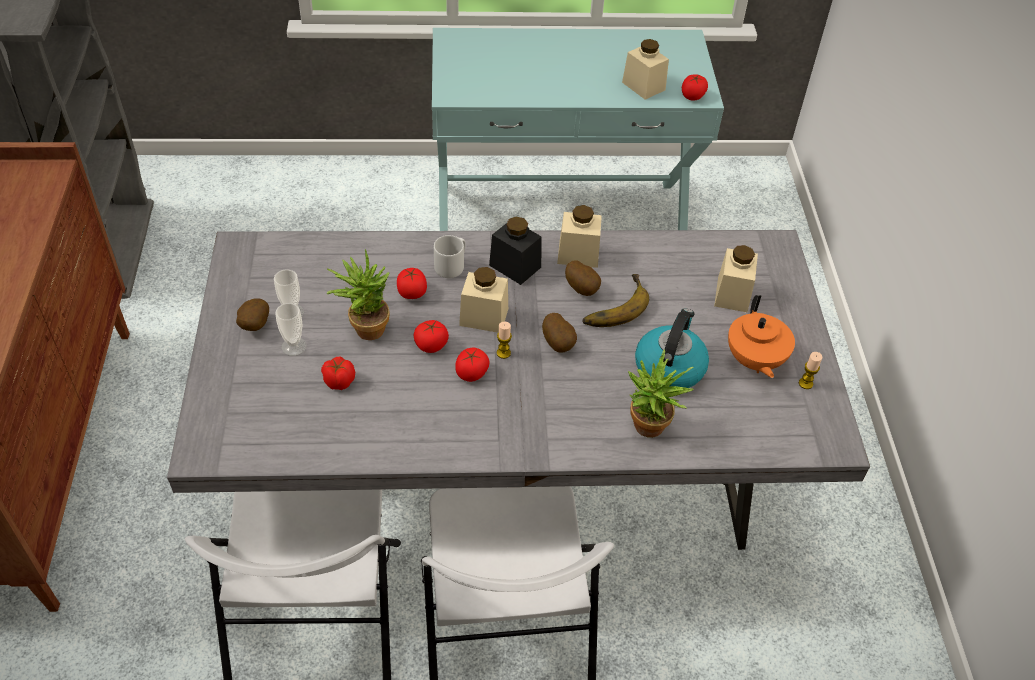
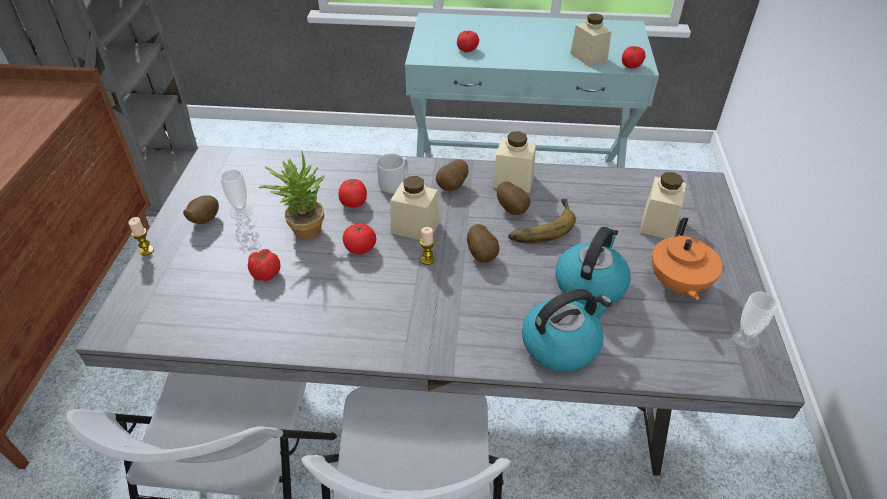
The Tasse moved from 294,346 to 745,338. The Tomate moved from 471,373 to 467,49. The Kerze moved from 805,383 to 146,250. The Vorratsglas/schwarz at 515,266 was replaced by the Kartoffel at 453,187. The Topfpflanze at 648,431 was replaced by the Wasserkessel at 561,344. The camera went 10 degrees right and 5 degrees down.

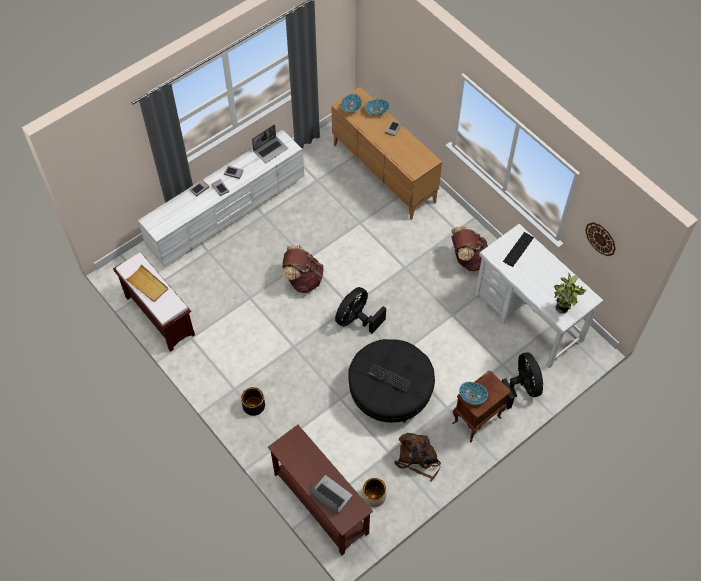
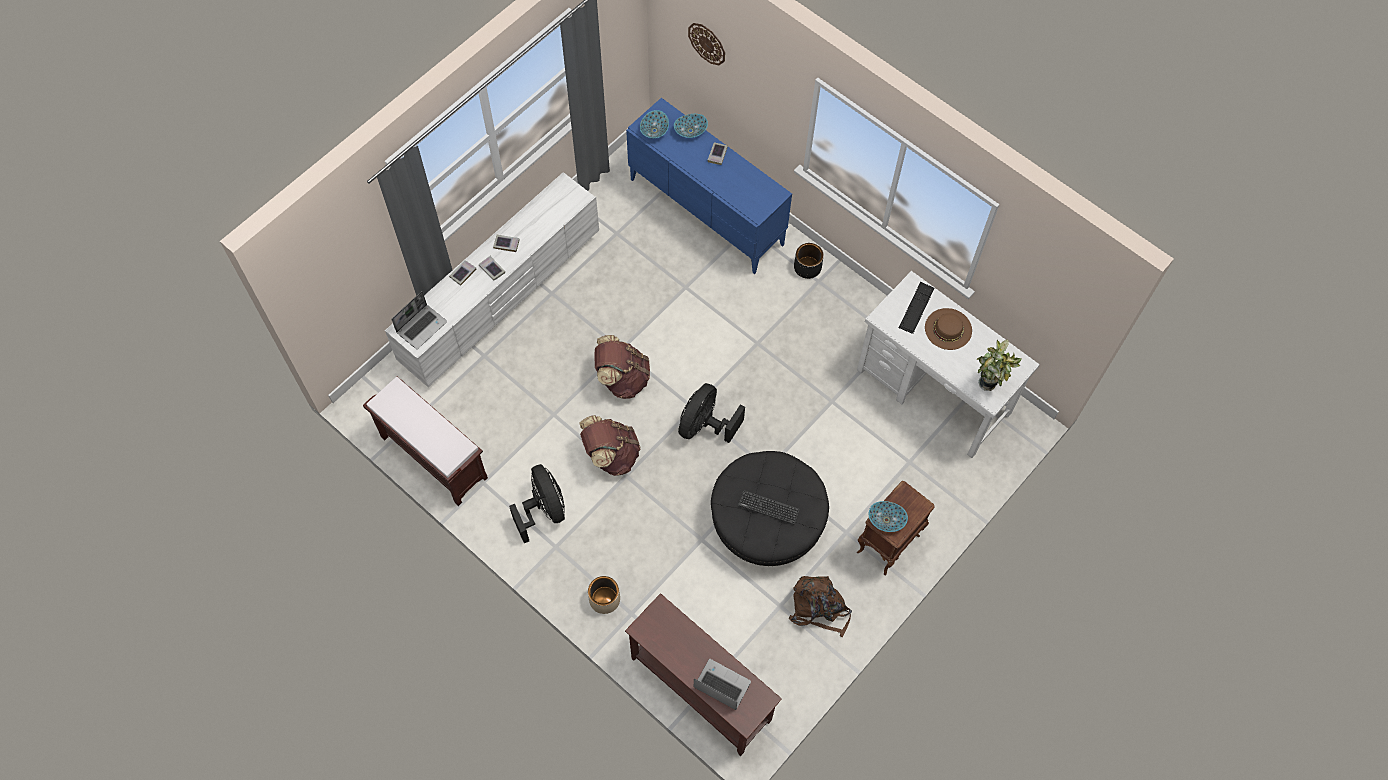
The Tablett/beige at 147,284 disappeared. The Hut/braun at 948,329 appeared. The Pflanzkübel/schwarz moved from 254,405 to 807,267. The Laptop moved from 270,150 to 422,326. The Pflanzkübel/beige moved from 374,496 to 604,599. The Rucksack/braun moved from 467,259 to 611,455. The Ventilator/schwarz moved from 522,387 to 543,510. The Wanduhr moved from 601,238 to 707,43. The Kommode/braun at 384,173 became the Kommode/blau at 707,212. The camera went 10 degrees left and 5 degrees up.

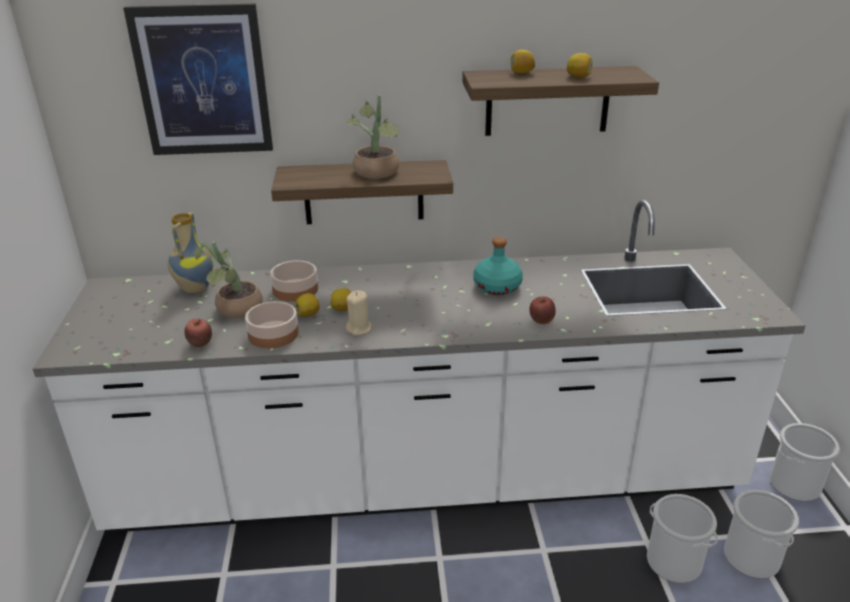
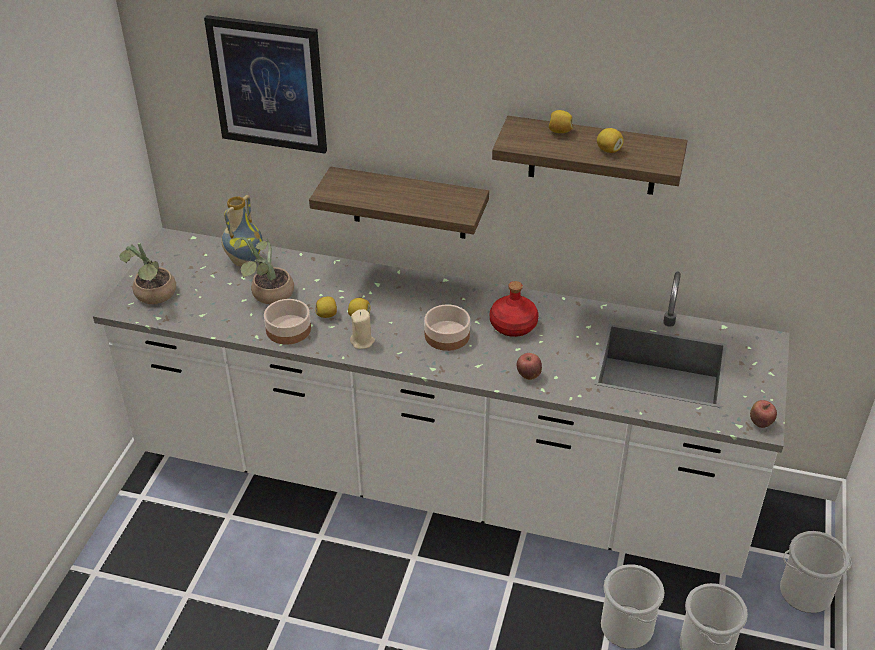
The Apfel moved from 200,344 to 760,423. The Schüssel moved from 296,290 to 448,335. The Topfpflanze moved from 377,174 to 154,296. The Flasche/türkis at 497,287 became the Flasche/rot at 513,325. The camera went 20 degrees right and 10 degrees up.

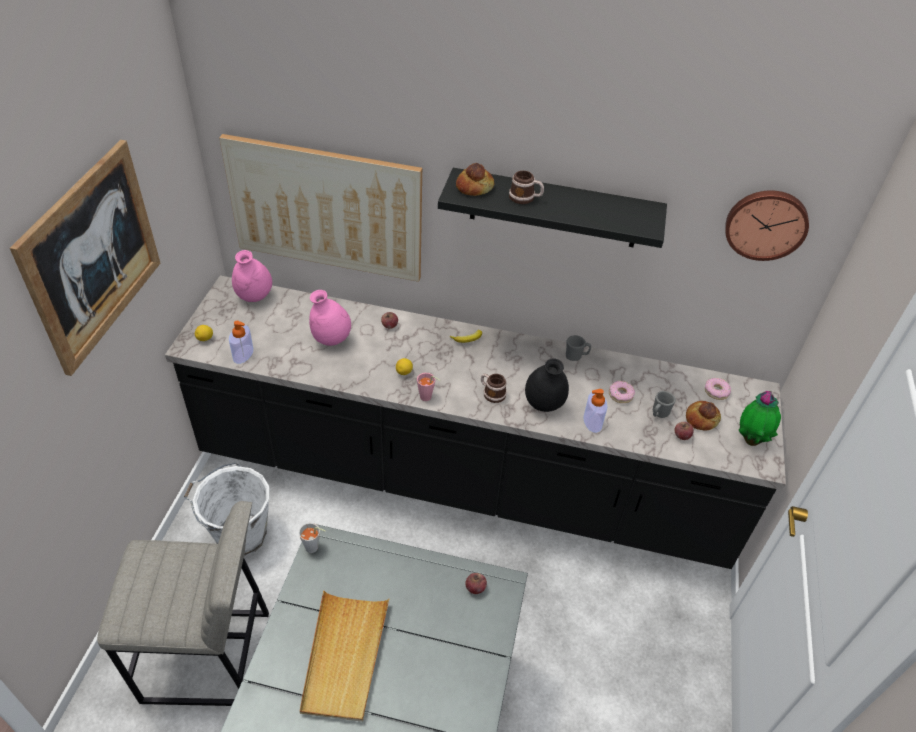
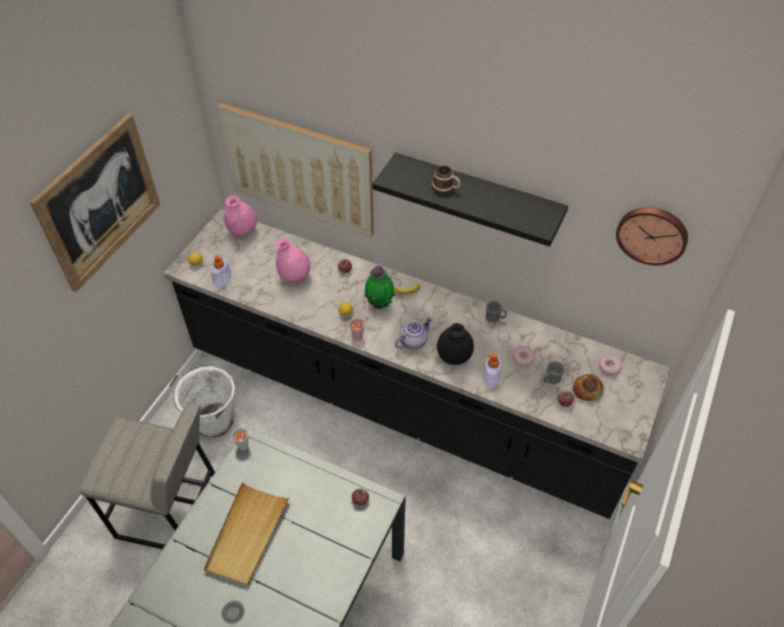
The Brot at 474,187 disappeared. The Topfpflanze moved from 751,440 to 379,304. The Henkelbecher at 491,393 was replaced by the Teekanne at 413,341. The camera went 15 degrees right and 5 degrees up.

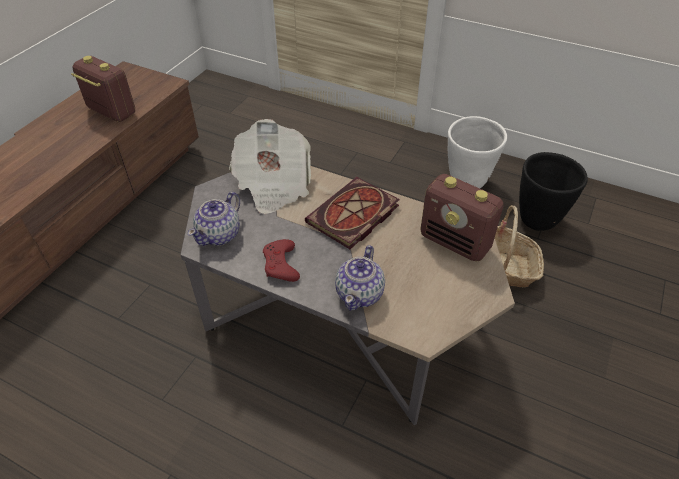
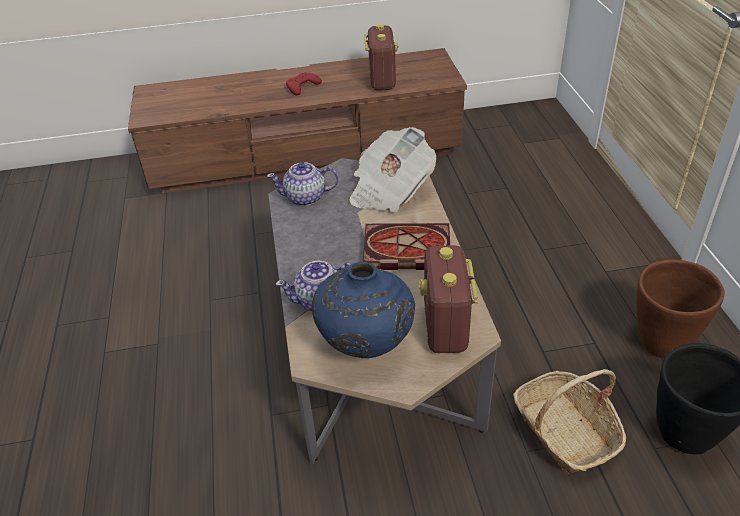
The Vase/blau at 365,346 appeared. The Gamepad/rot moved from 281,264 to 302,86. The Pflanzkübel/weiß at 467,181 became the Pflanzkübel/braun at 661,343. The camera went 55 degrees right and 5 degrees down.

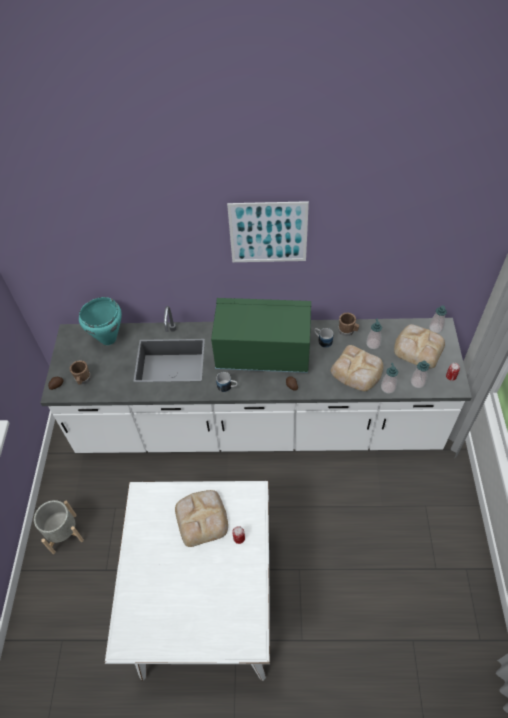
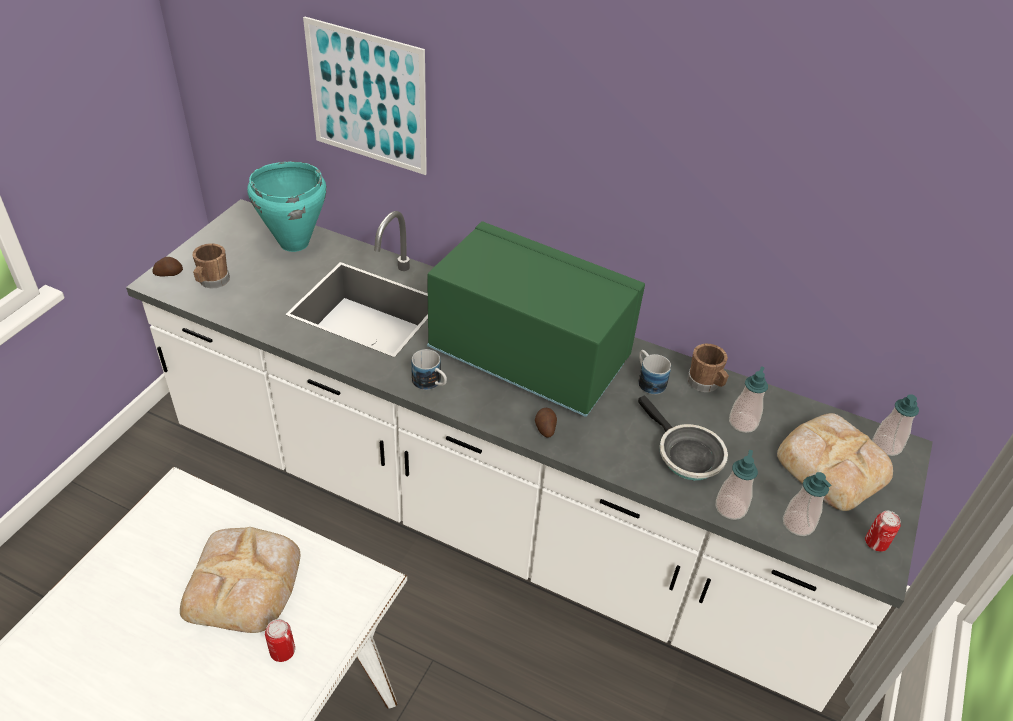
The Pflanzkübel/grau at 64,533 disappeared. The Bild moved from 268,232 to 367,97. The Brot at 357,371 was replaced by the Pfanne at 685,454. The camera went 20 degrees right and 10 degrees down.

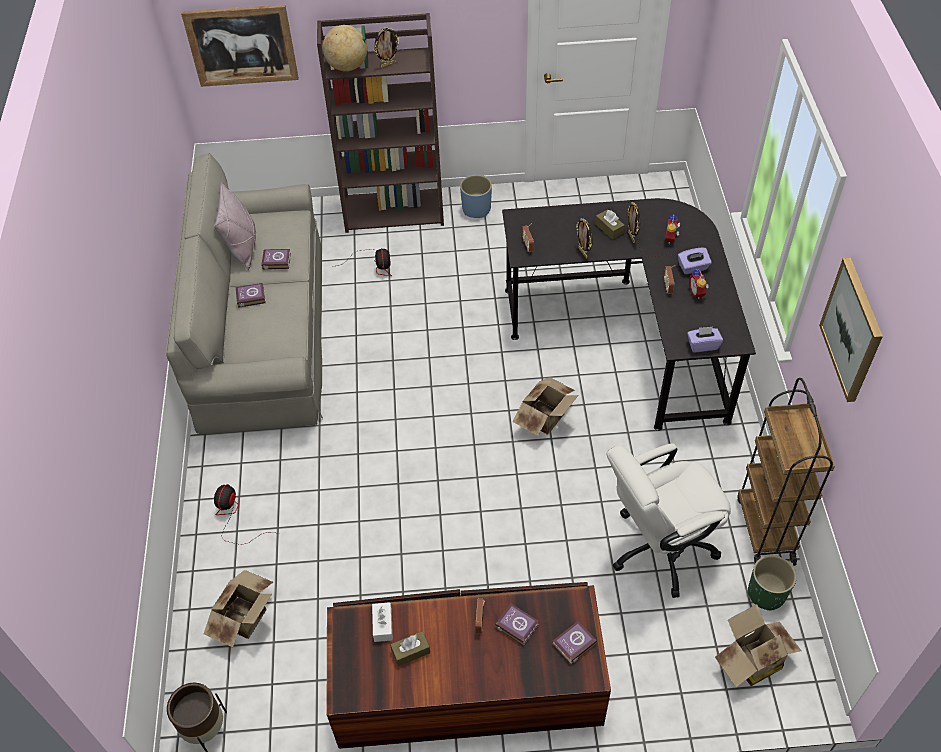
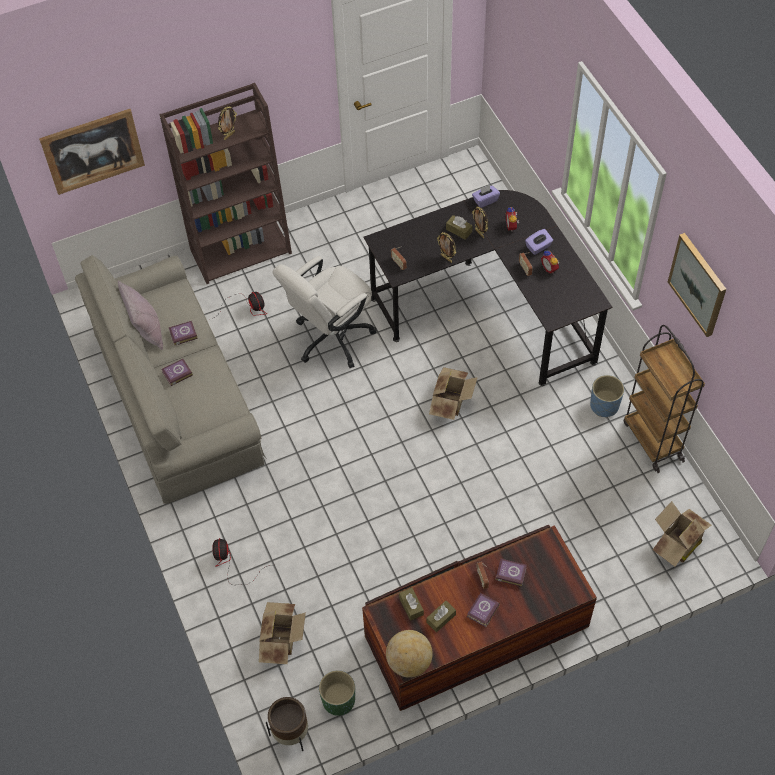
The Globus moved from 347,67 to 409,662. The Pflanzkübel/blau moved from 476,209 to 604,406. The Buch moved from 573,644 to 482,611. The Bürostuhl/weiß moved from 657,551 to 330,340. The Taschentuchbox/lila moved from 702,345 to 485,200. The Pflanzkübel/grün moved from 766,593 to 338,700. The Taschentuchbox/weiß at 383,625 became the Taschentuchbox/braun at 411,606. The camera went 20 degrees left and 5 degrees up.

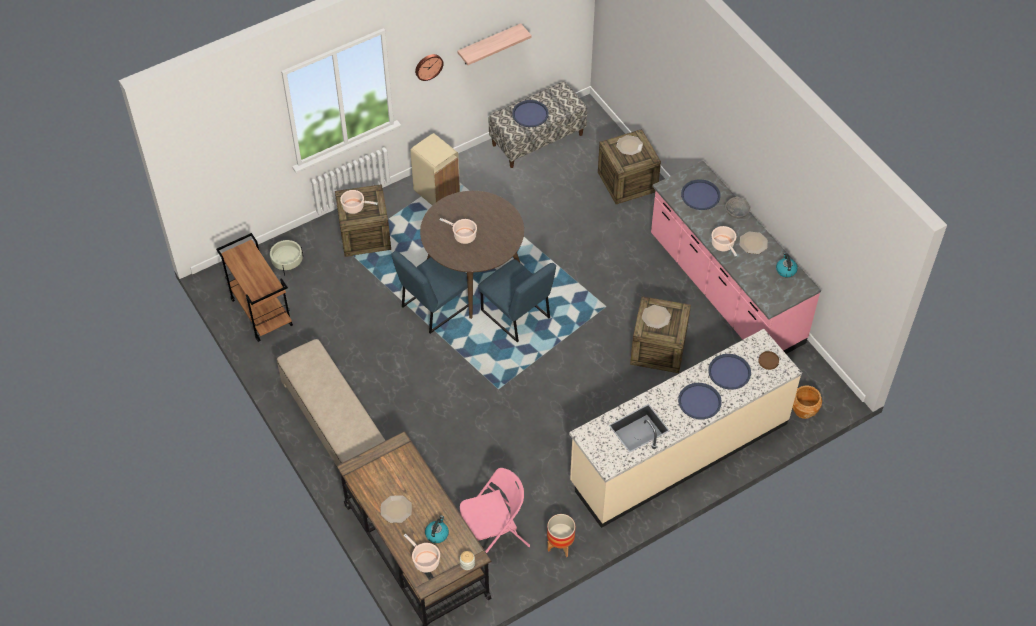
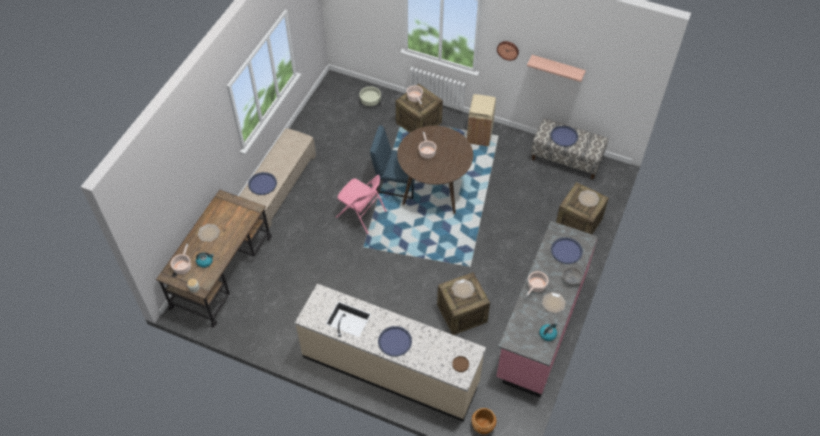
The Rollwagen/braun at 260,312 disappeared. The Stuhl/blau at 516,315 disappeared. The Pflanzkübel at 560,545 disappeared. The Stuhl/rosa moved from 493,535 to 361,214. The Tablett/blau moved from 729,372 to 262,184. The camera went 55 degrees right and 0 degrees up.

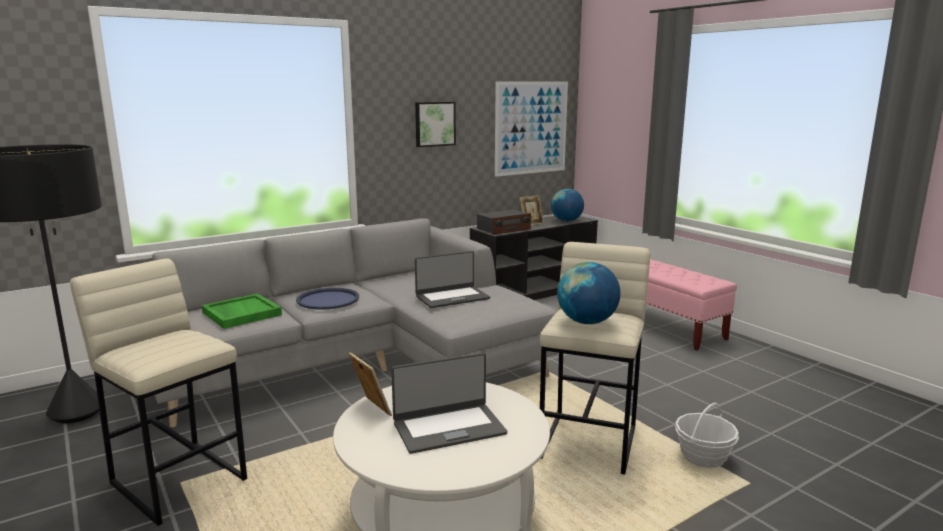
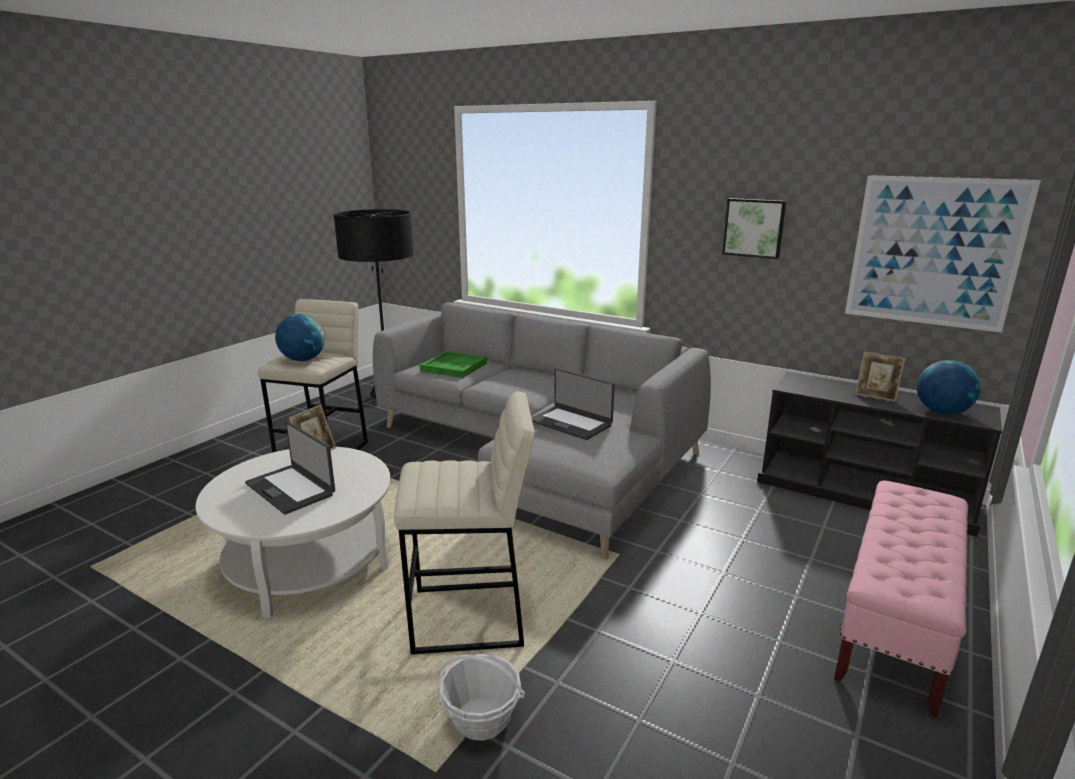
The Tablett/blau at 328,300 disappeared. The Radio at 503,229 disappeared. The Globus moved from 586,322 to 303,359. The camera went 65 degrees right and 5 degrees up.

